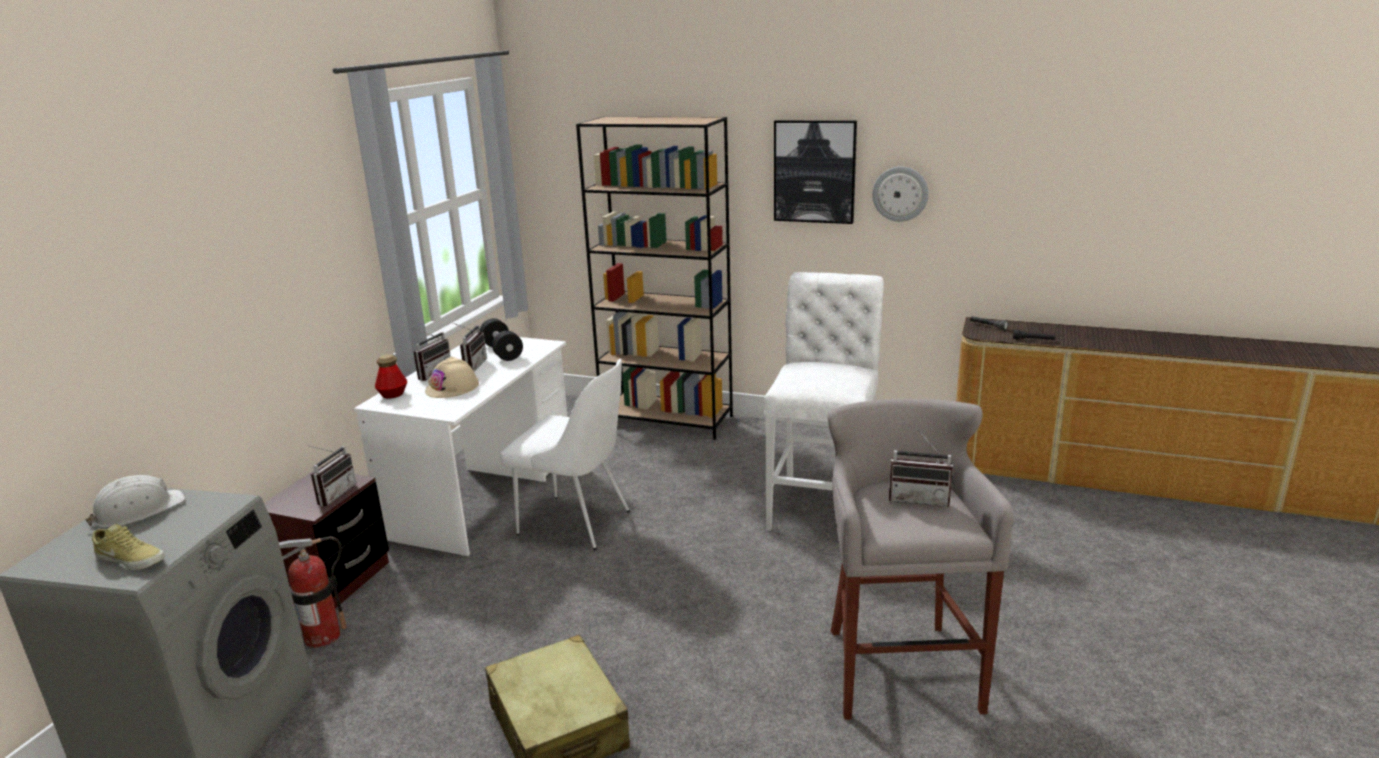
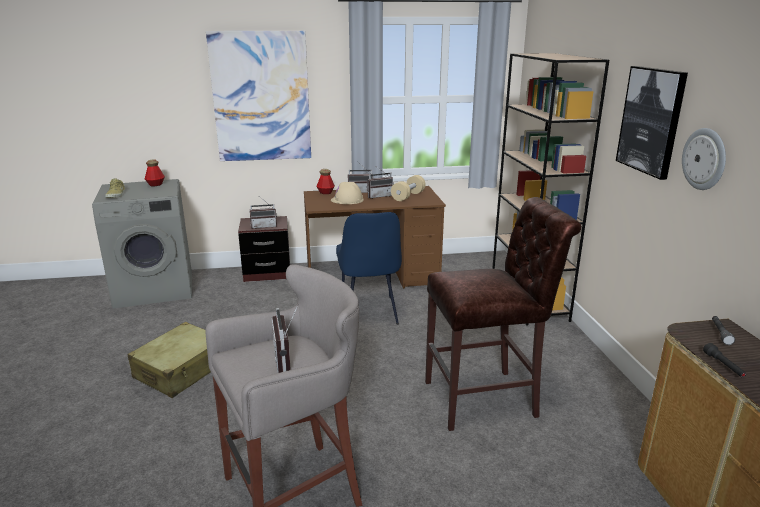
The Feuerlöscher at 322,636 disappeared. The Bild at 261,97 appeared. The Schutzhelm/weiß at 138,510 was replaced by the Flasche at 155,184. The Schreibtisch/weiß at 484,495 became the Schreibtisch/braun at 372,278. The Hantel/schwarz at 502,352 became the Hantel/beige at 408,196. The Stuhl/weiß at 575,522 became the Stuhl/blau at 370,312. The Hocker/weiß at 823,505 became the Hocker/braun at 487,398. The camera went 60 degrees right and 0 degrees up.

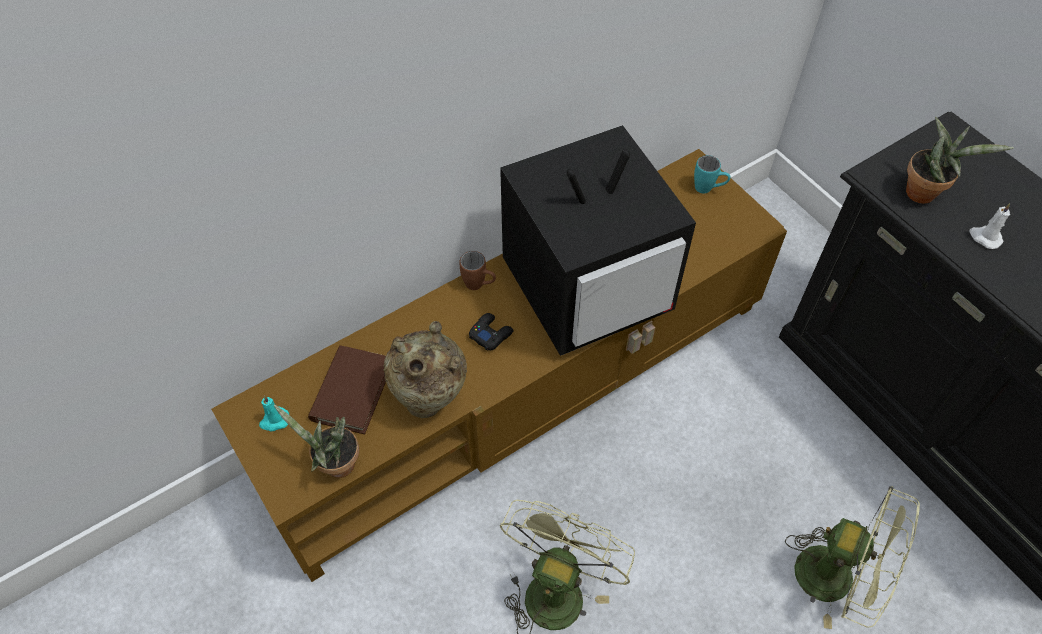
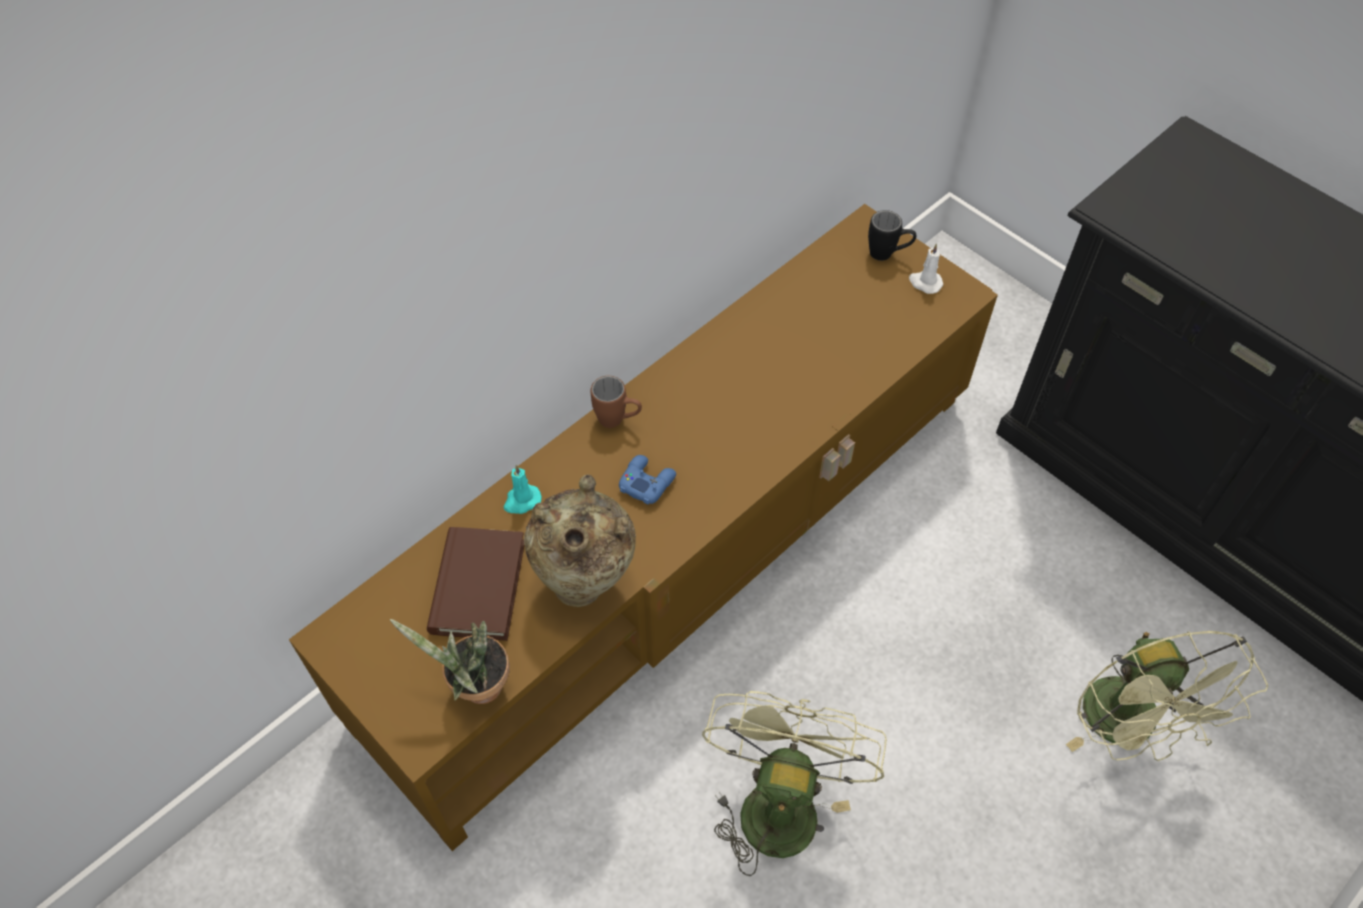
The Fernseher at 588,288 disappeared. The Topfpflanze at 925,192 disappeared. The Kerze/türkis moved from 274,421 to 521,501. The Kerze/weiß moved from 984,237 to 925,282. The Gamepad/schwarz at 490,334 became the Gamepad/blau at 646,482. The Henkelbecher/türkis at 708,189 became the Henkelbecher/schwarz at 888,254. The Ventilator/grün at 837,578 turned 60 degrees clockwise. The camera went 10 degrees left and 0 degrees up.

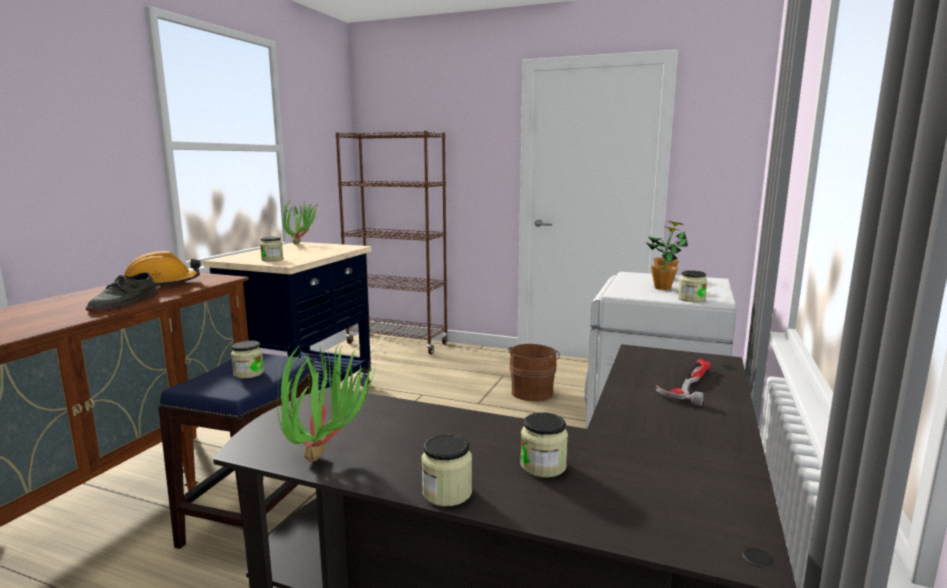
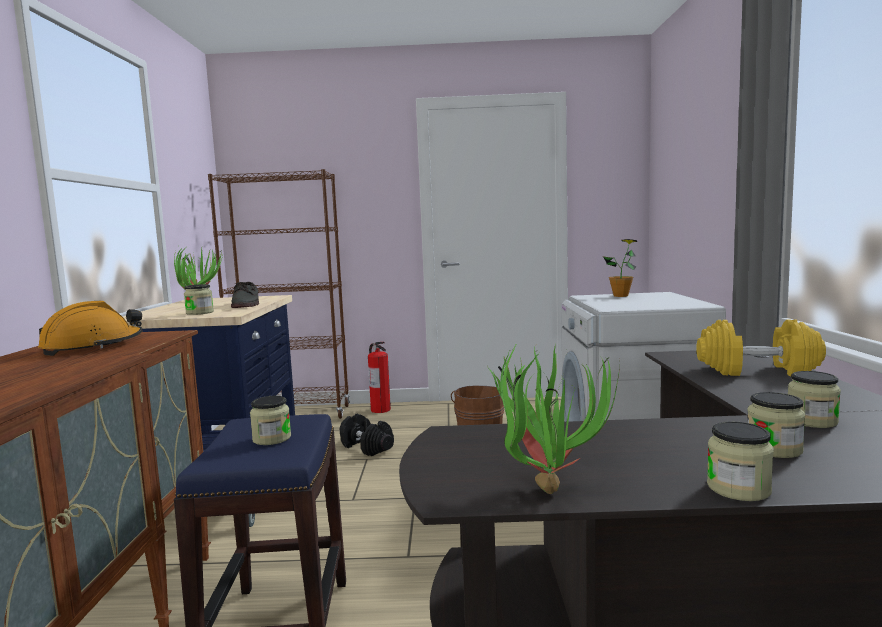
The Topfpflanze at 662,288 disappeared. The Hantel/schwarz at 366,447 appeared. The Feuerlöscher at 380,409 appeared. The Schuh/grau moved from 125,303 to 246,304. The Vorratsglas moved from 691,299 to 811,421. The Hammer at 688,384 was replaced by the Hantel/gelb at 757,370. The camera went 20 degrees left and 5 degrees down.

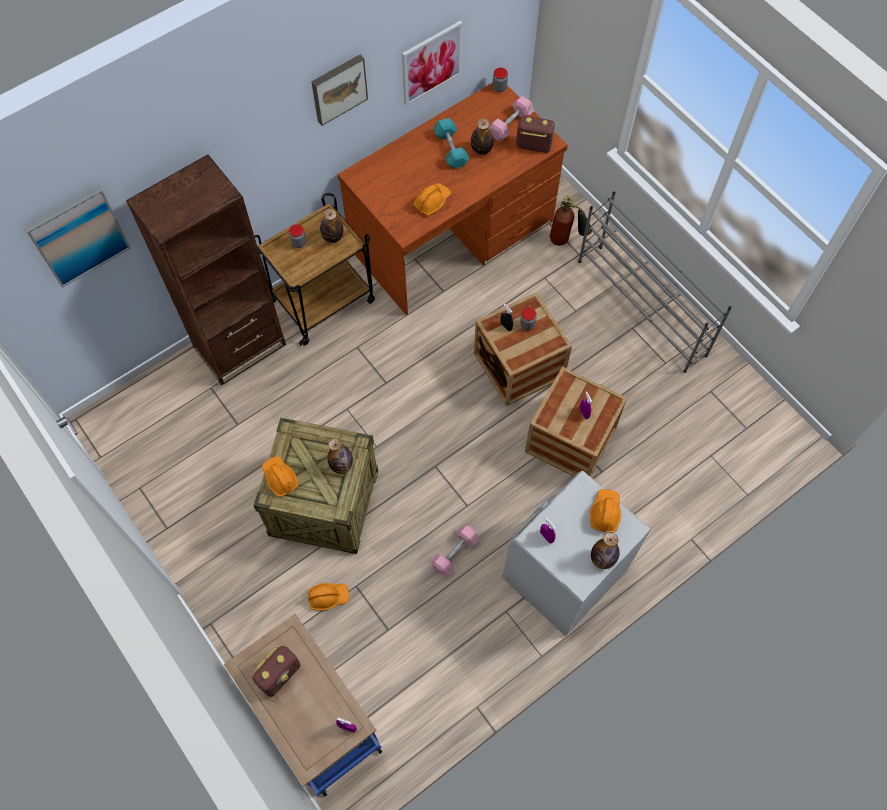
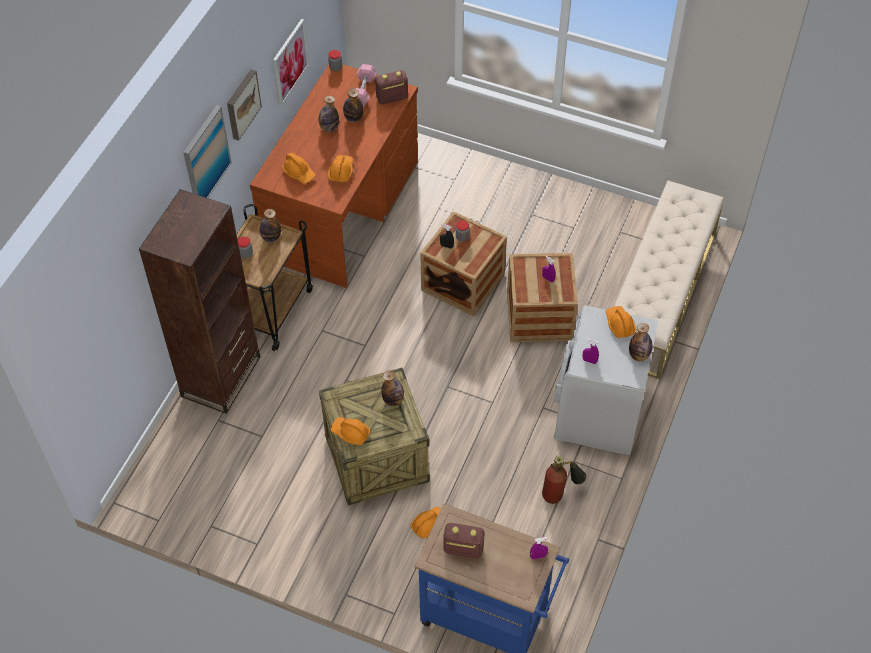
The Hantel/rosa at 455,553 disappeared. The Schuhregal/grau at 641,308 disappeared. The Schutzhelm/orange at 299,173 appeared. The Bank/beige at 659,295 appeared. The Bild moved from 78,236 to 205,157. The Feuerlöscher moved from 566,240 to 560,493. The Hantel/türkis at 451,149 was replaced by the Flasche at 329,128. The Radio at 280,674 turned 90 degrees counterclockwise. The camera went 30 degrees left and 10 degrees down.

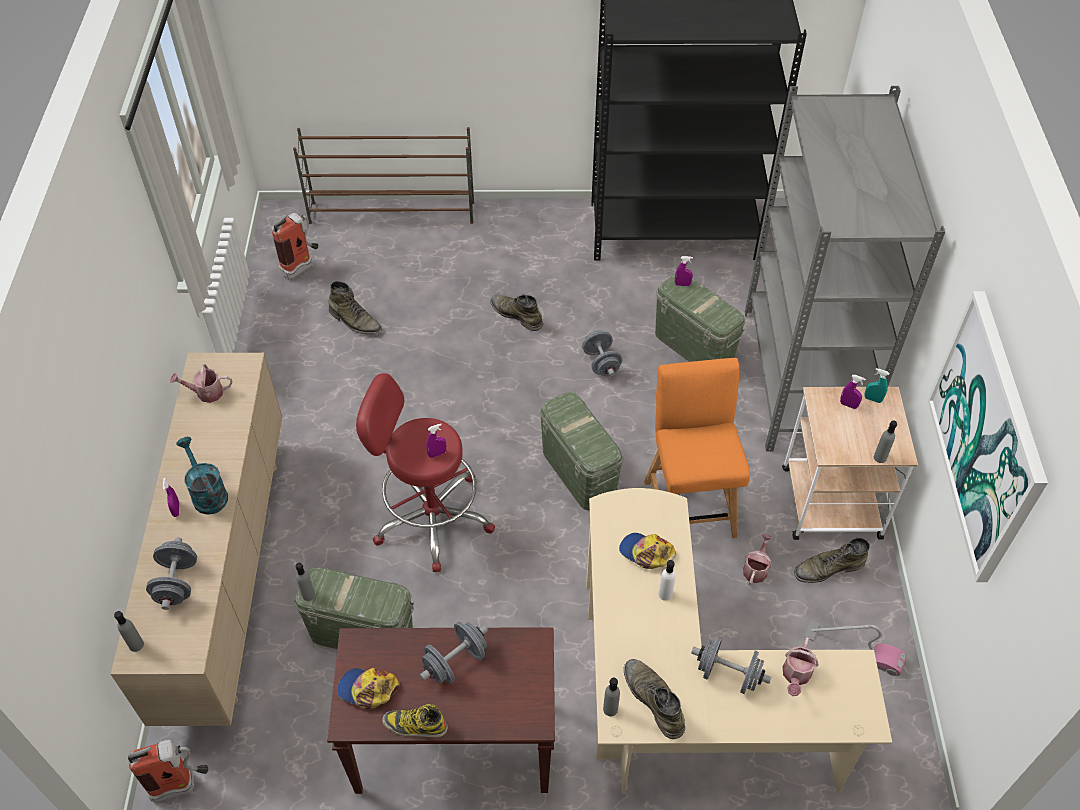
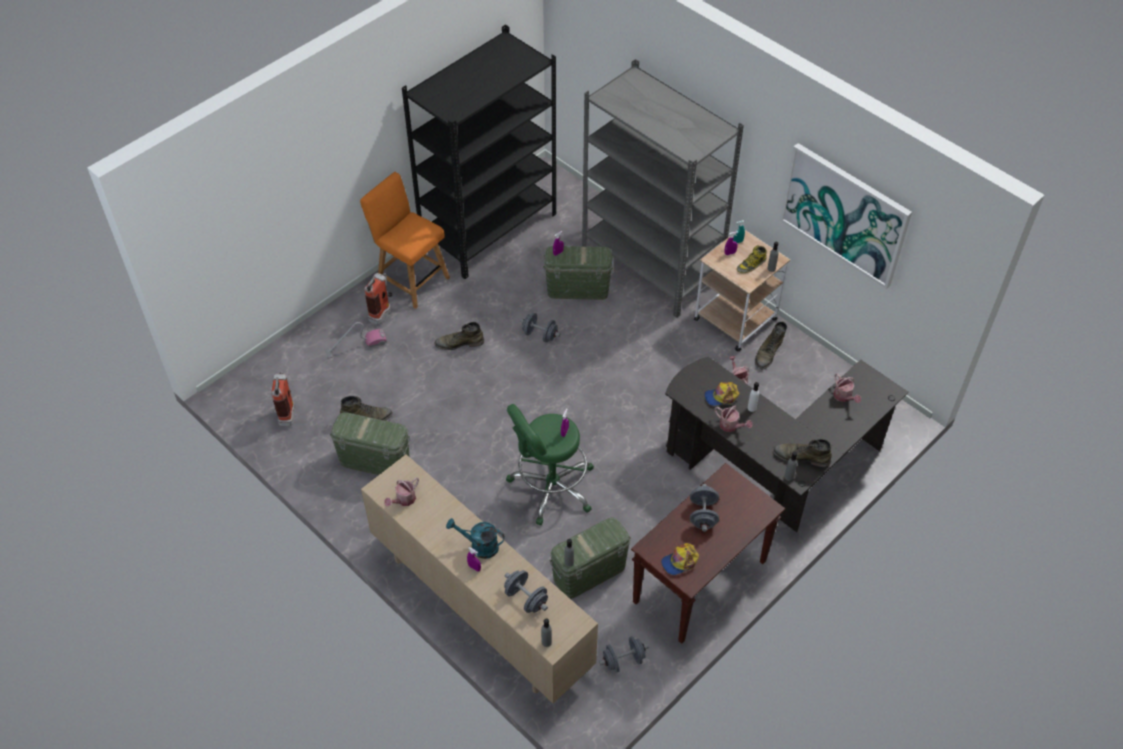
The Schuhregal/braun at 392,213 disappeared. The Gießkanne at 731,426 appeared. The Feuerlöscher moved from 182,785 to 382,312. The Stiefel moved from 415,725 to 751,265. The Aufbewahrungsbox/grün moved from 578,472 to 374,461. The Stuhl/orange moved from 688,504 to 410,279. The Hantel/grau moved from 728,674 to 623,660. The Staubsauger moved from 854,649 to 356,346. The Hocker/rot at 431,517 became the Hocker/grün at 551,487. The Schreibtisch/beige at 680,701 became the Schreibtisch/schwarz at 774,470. The camera went 45 degrees left and 0 degrees up.

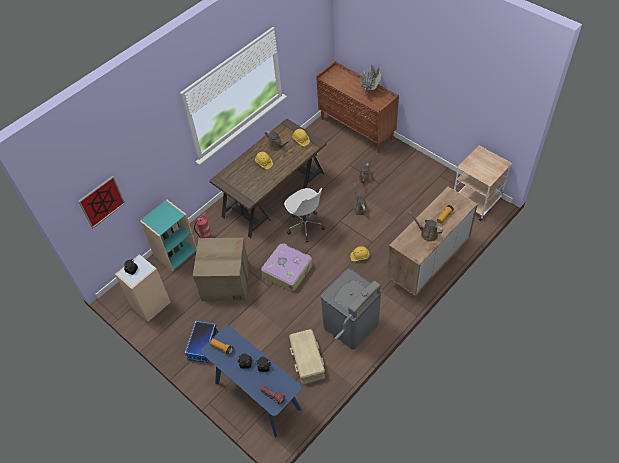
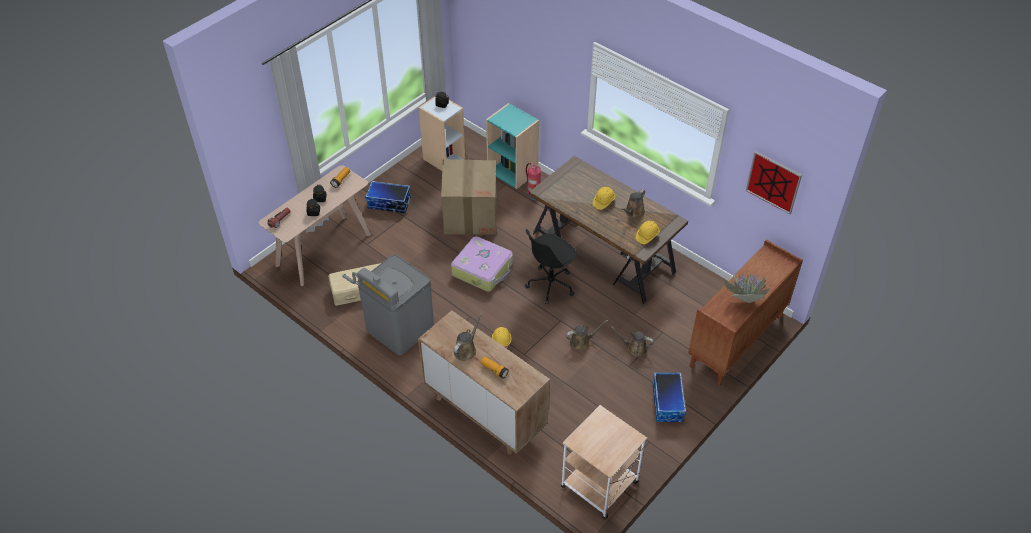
The Aufbewahrungsbox at 668,403 appeared. The Bild moved from 101,201 to 773,182. The Konsolentisch/blau at 257,396 became the Konsolentisch/beige at 323,249. The Bürostuhl/weiß at 306,227 became the Bürostuhl/schwarz at 549,286. The camera went 85 degrees right and 5 degrees down.

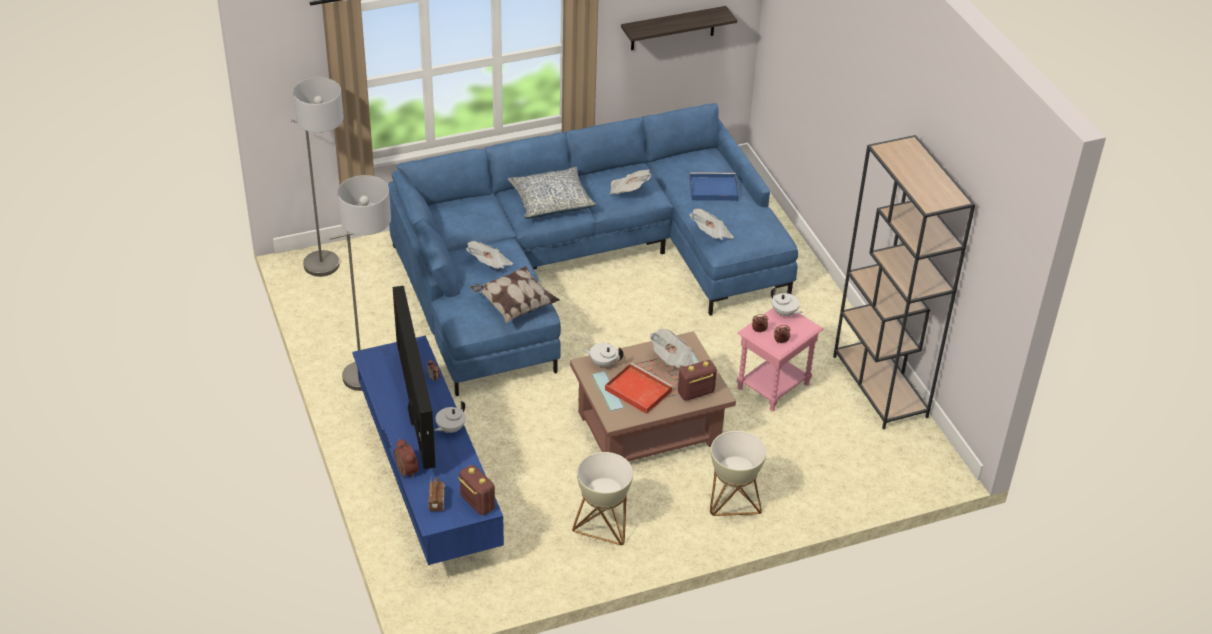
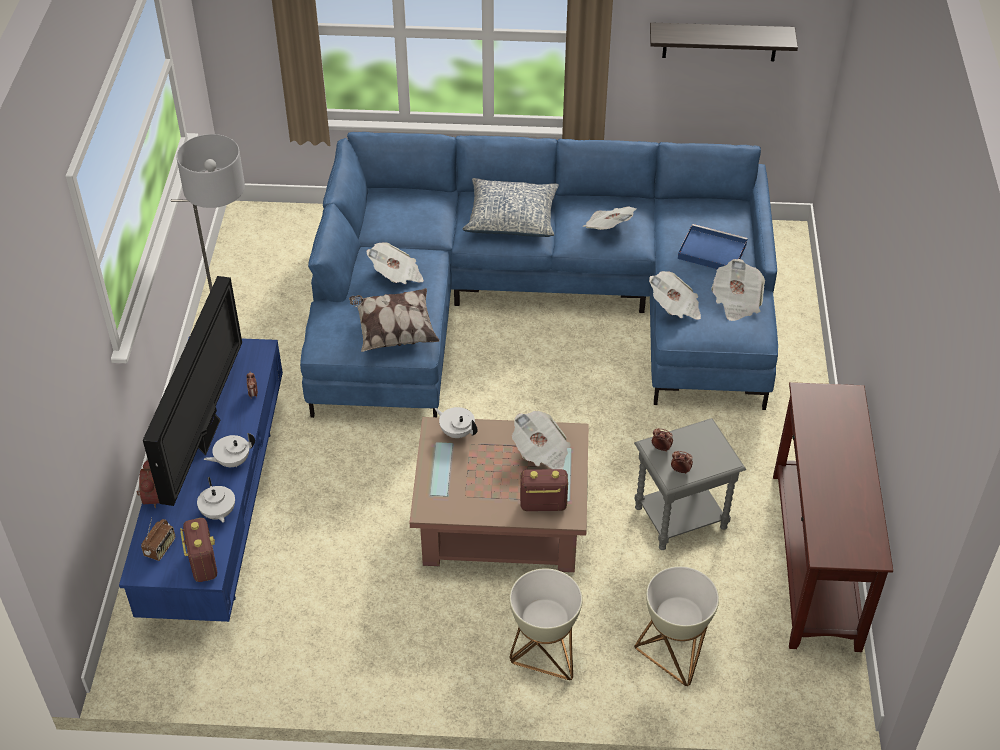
The Stehlampe/grau at 331,268 disappeared. The Tablett/rot at 637,390 disappeared. The Zeitung at 736,302 appeared. The Pflanzkübel moved from 603,526 to 674,653. The Teekanne/weiß moved from 784,313 to 218,513. The Bücherregal at 880,386 was replaced by the Konsolentisch/braun at 816,560. The Beistelltisch/rosa at 774,386 became the Beistelltisch/grau at 681,518. The camera went 25 degrees right and 5 degrees up.

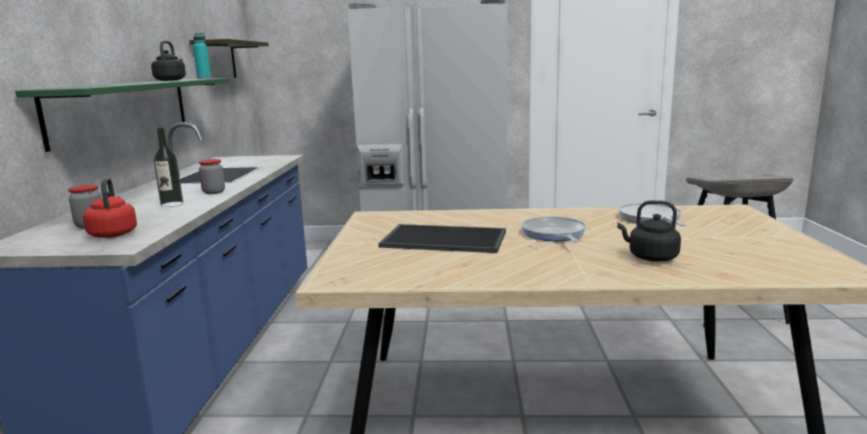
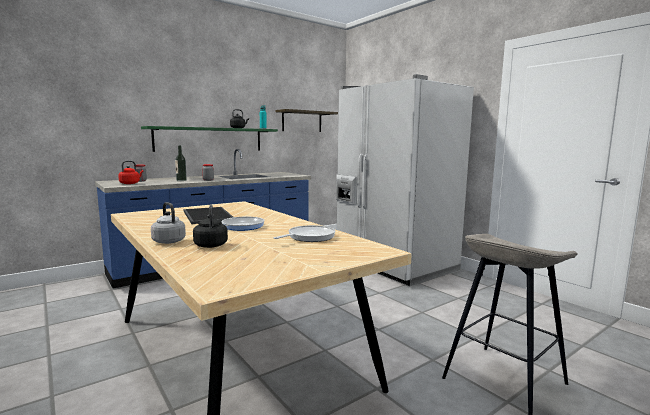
The Wasserkessel/grau at 168,241 appeared. The camera went 50 degrees right and 5 degrees down.

